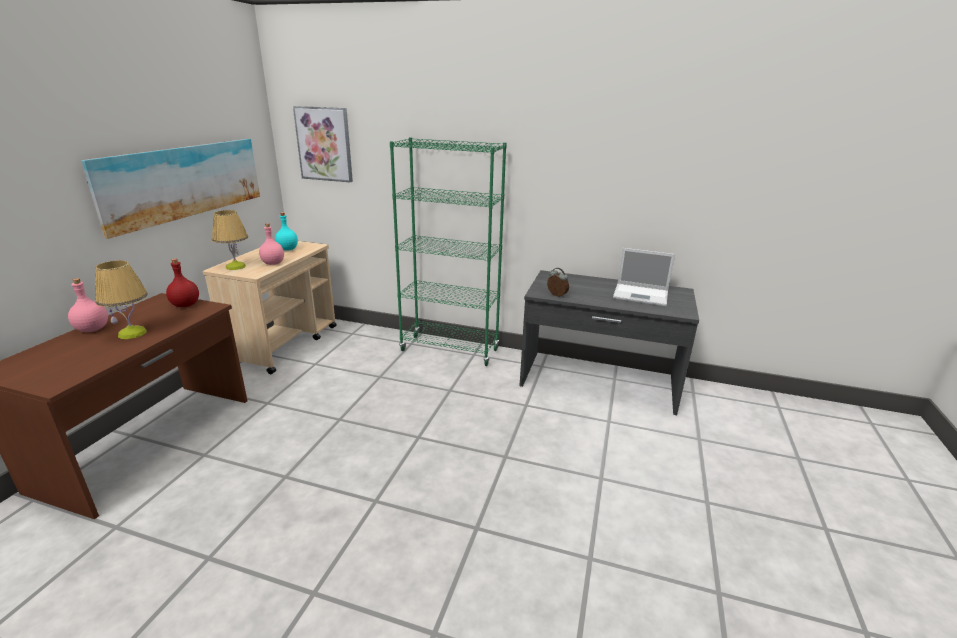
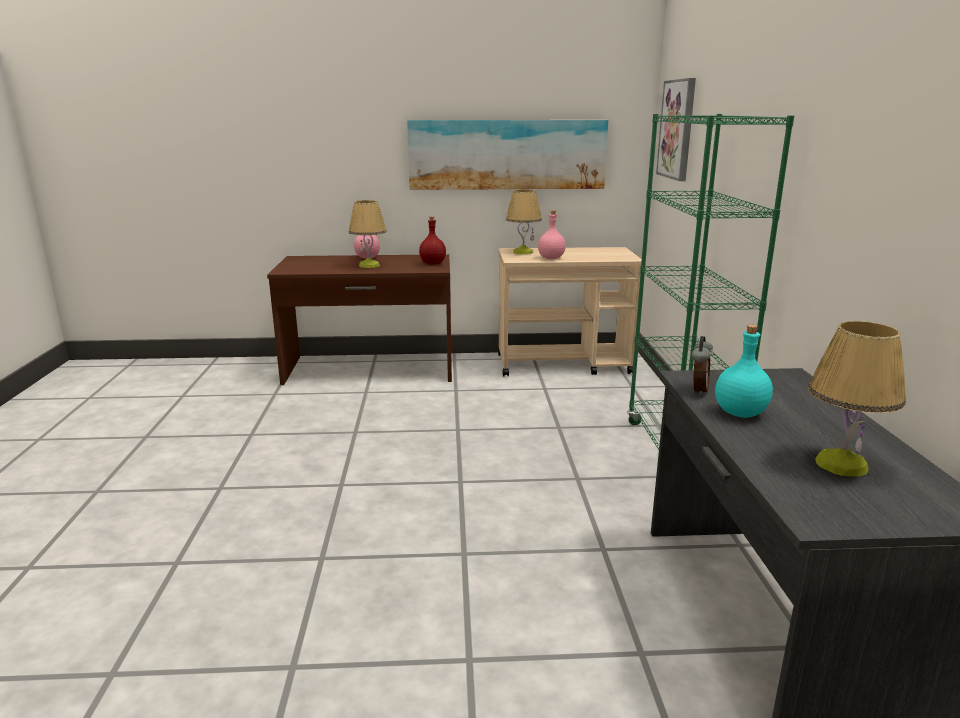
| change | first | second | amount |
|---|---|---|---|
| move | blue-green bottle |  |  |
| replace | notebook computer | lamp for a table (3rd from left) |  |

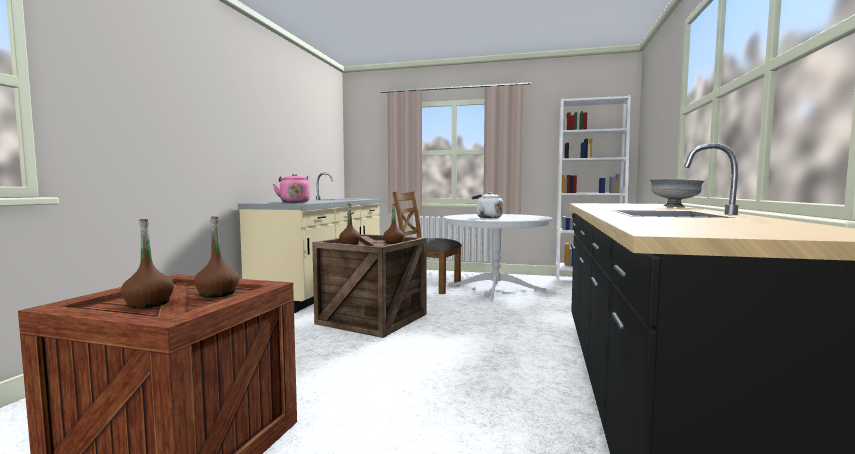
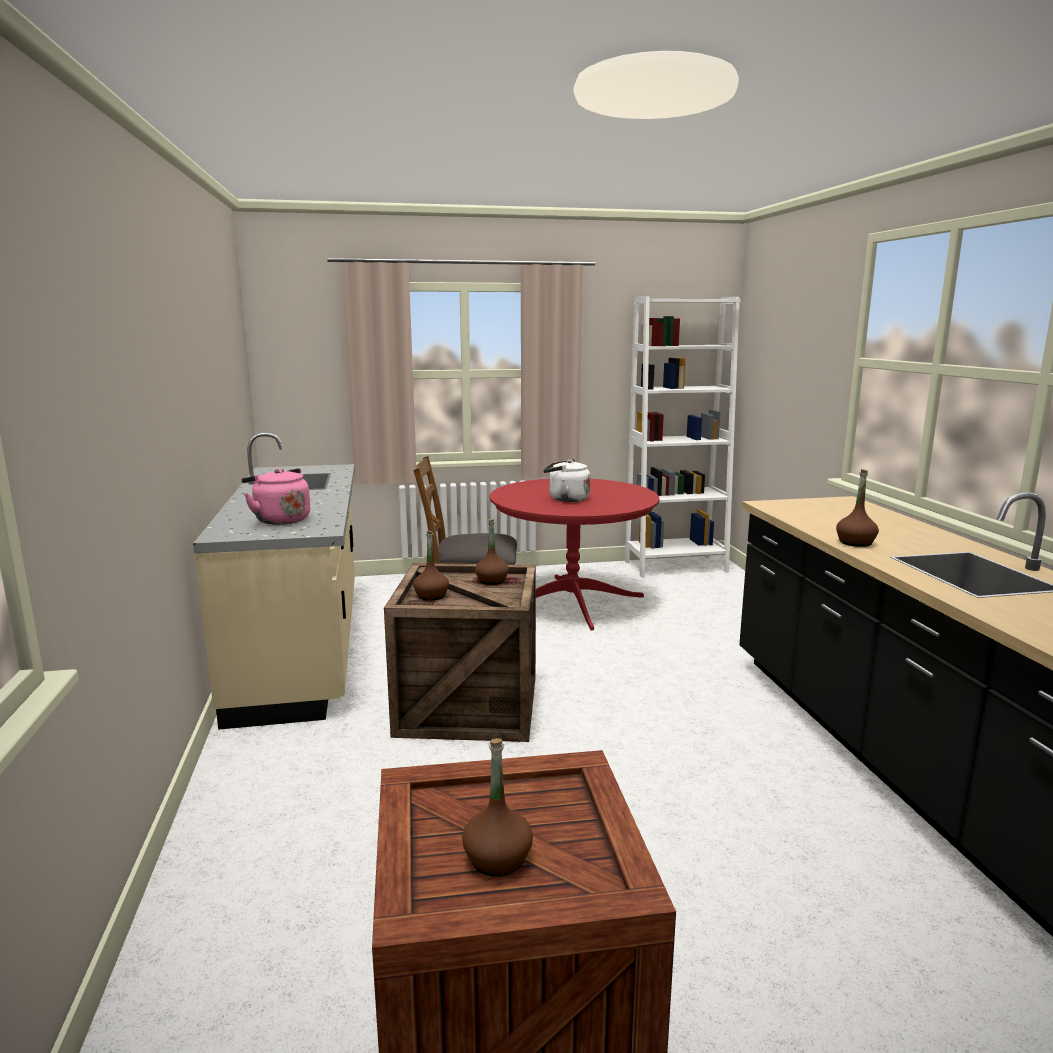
| change | first | second | amount |
|---|---|---|---|
| move | brownish bottle (2nd from left in the first image) | brownish bottle (4th from left) |  |
| recolor | white-coloured dining table | red dining table |  |
| delete | gray deep dish |  |  |

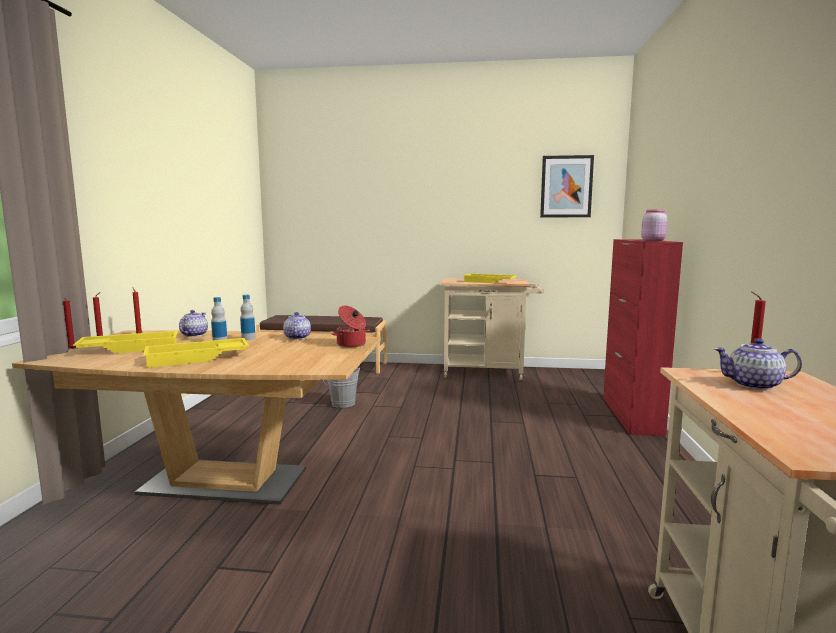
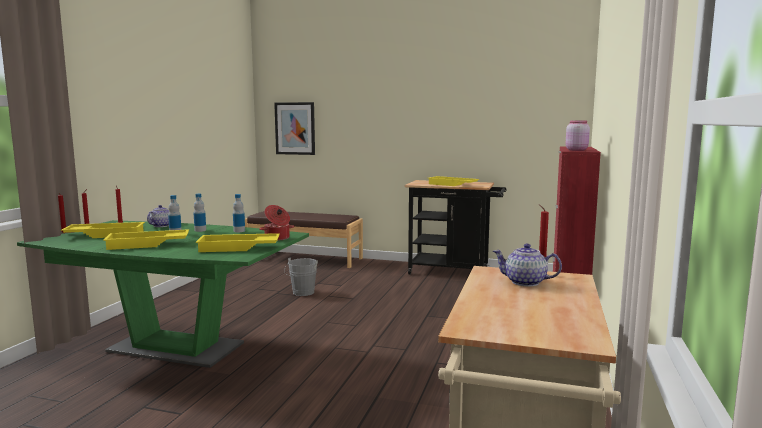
| change | first | second | amount |
|---|---|---|---|
| recolor | brownish dining table | greenish dining table |  |
| replace | tea pot (2nd from left) | bottle (3rd from left) |  |
| recolor | beige-coloured wheeled cart (1st from left) | black-coloured wheeled cart |  |
| move | wall art |  |  |
| insert |  | yellowish carrying tray (3rd from left) |  |

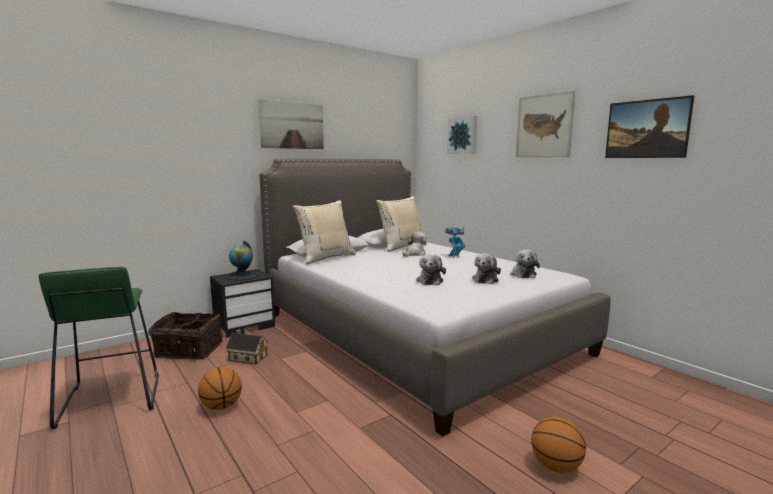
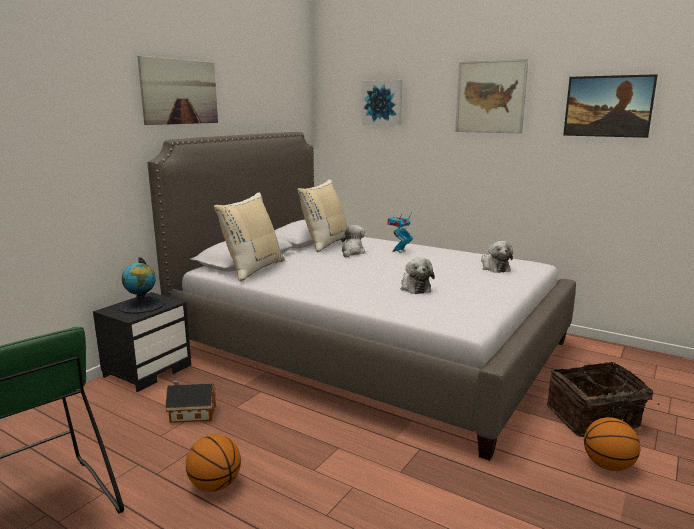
| change | first | second | amount |
|---|---|---|---|
| move | basket |  |  |
| delete | plush toy (3rd from left) |  |  |

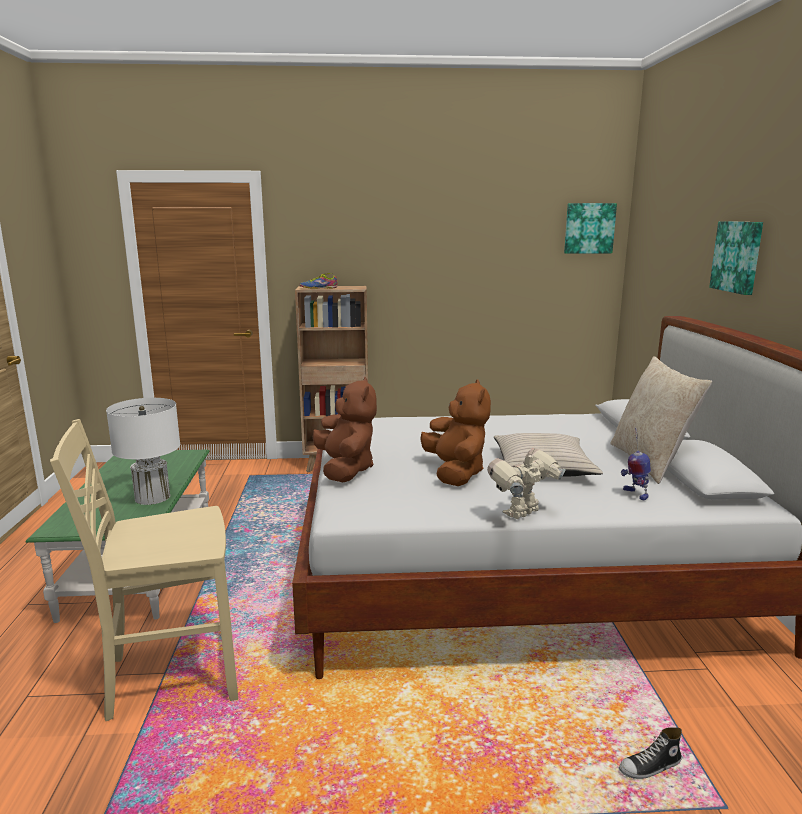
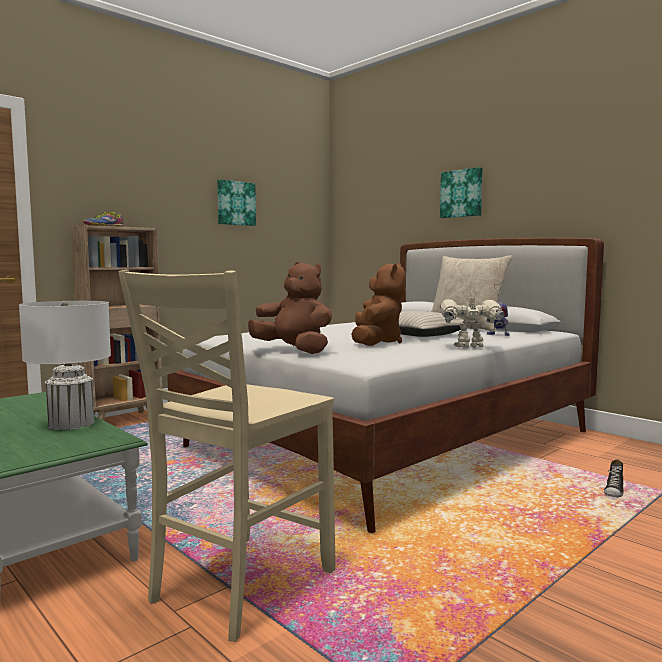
| change | first | second | amount |
|---|---|---|---|
| rotate | brownish plush toy (2nd from left) |  | 60 degrees clockwise |
| rotate | robot figure (1st from left) |  | 75 degrees clockwise |
| move | wall art (1st from left) |  |  |

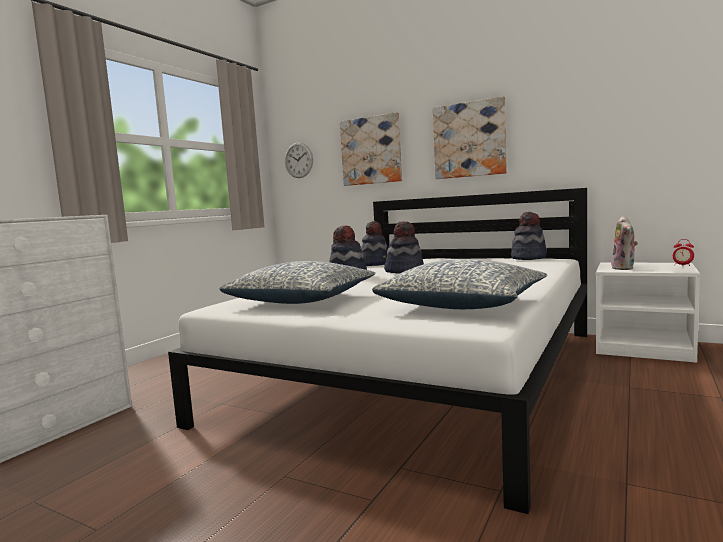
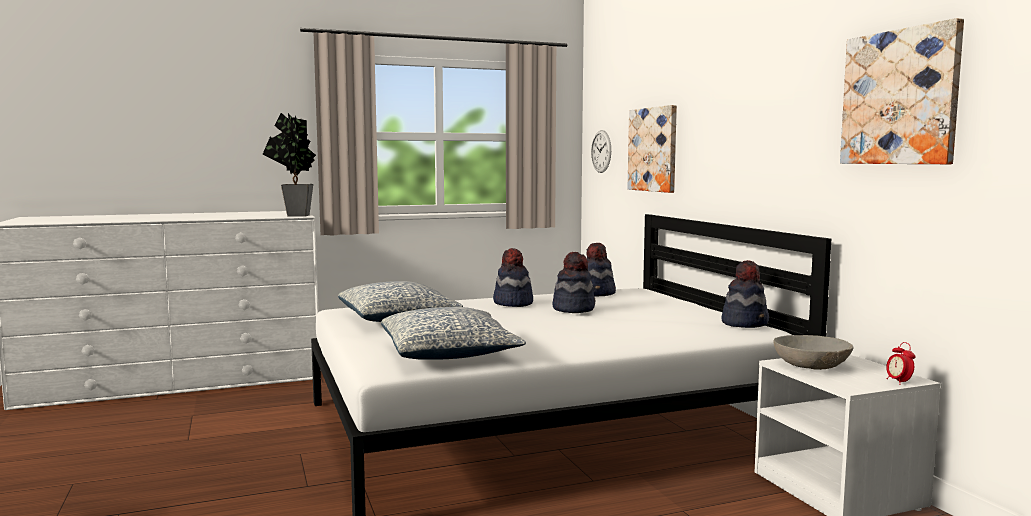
| change | first | second | amount |
|---|---|---|---|
| move | wall art (2nd from left) |  |  |
| replace | plush toy | gray deep dish |  |
| insert |  | potted plant |  |

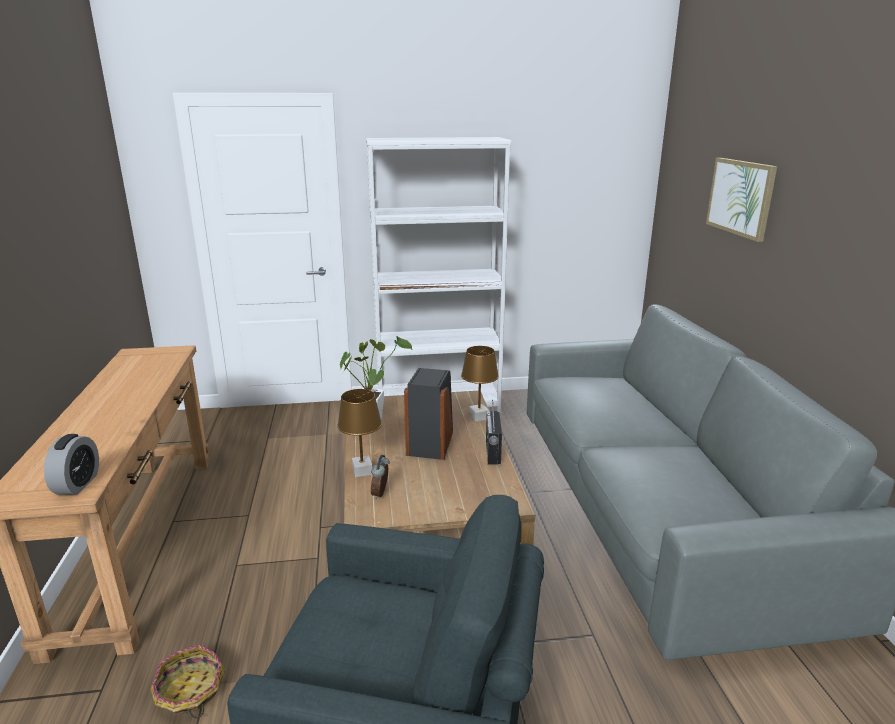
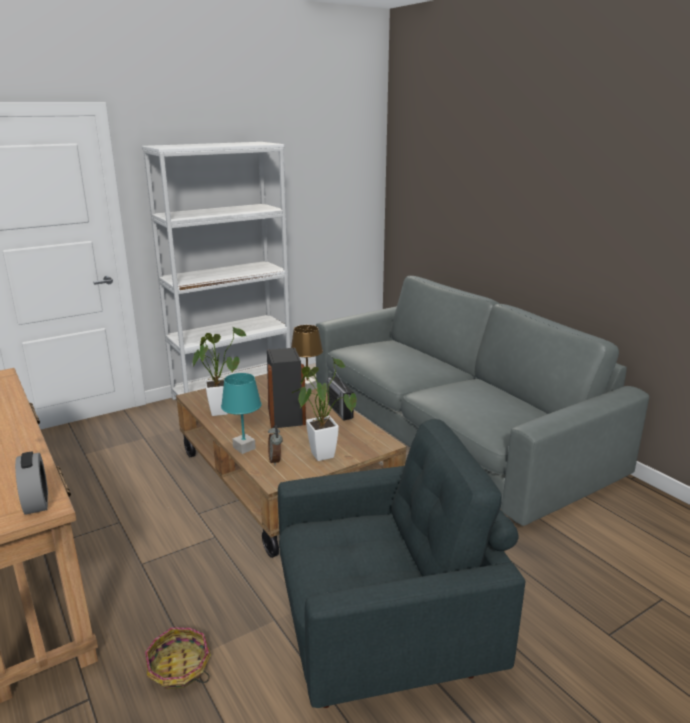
| change | first | second | amount |
|---|---|---|---|
| recolor | brownish lamp for a table (1st from left) | blue-green lamp for a table |  |
| delete | wall art |  |  |
| insert |  | potted plant (2nd from left) |  |

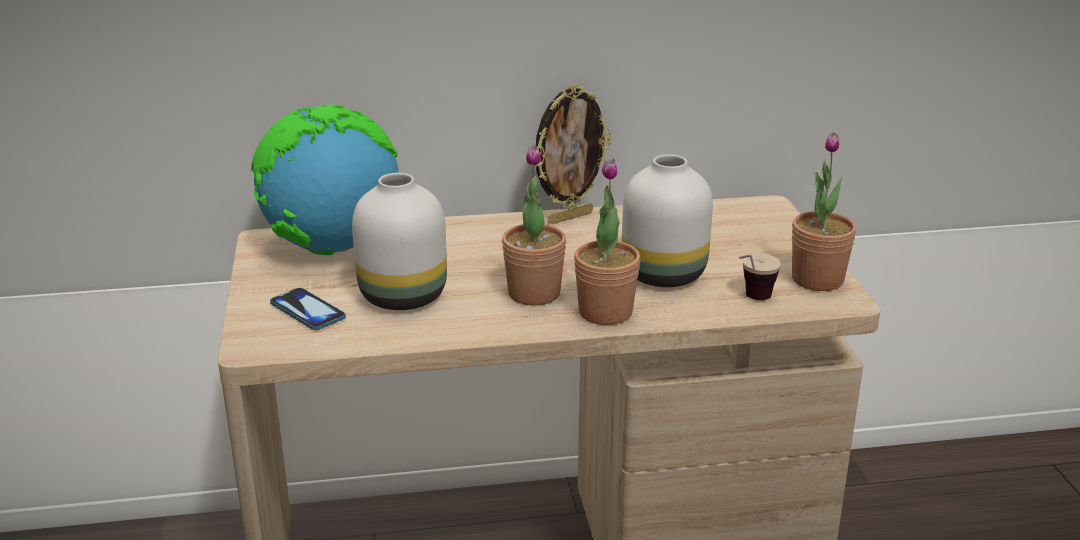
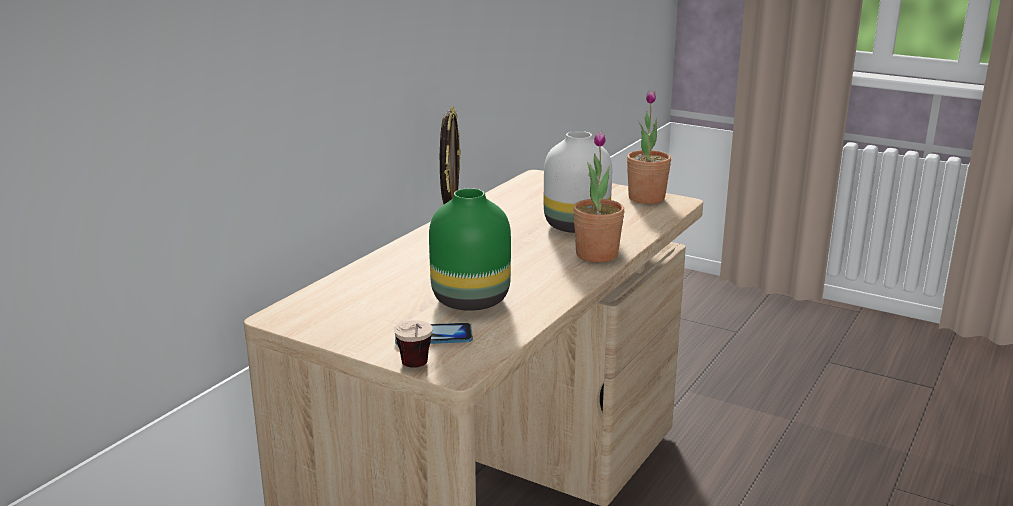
| change | first | second | amount |
|---|---|---|---|
| delete | desk globe |  |  |
| recolor | white-coloured decorative vase (1st from left) | greenish decorative vase |  |
| delete | potted plant (1st from left) |  |  |
| move | drinking cup |  |  |

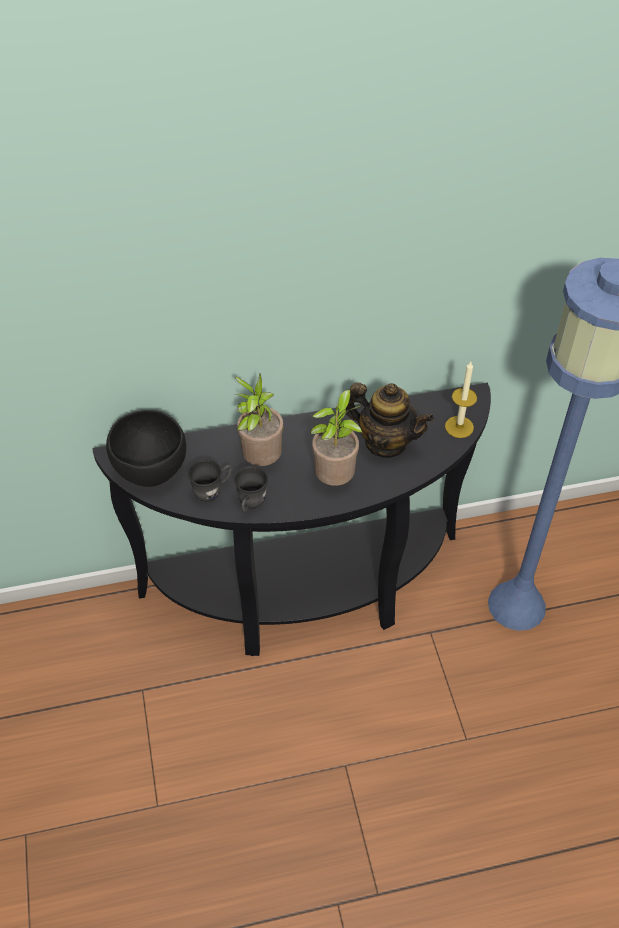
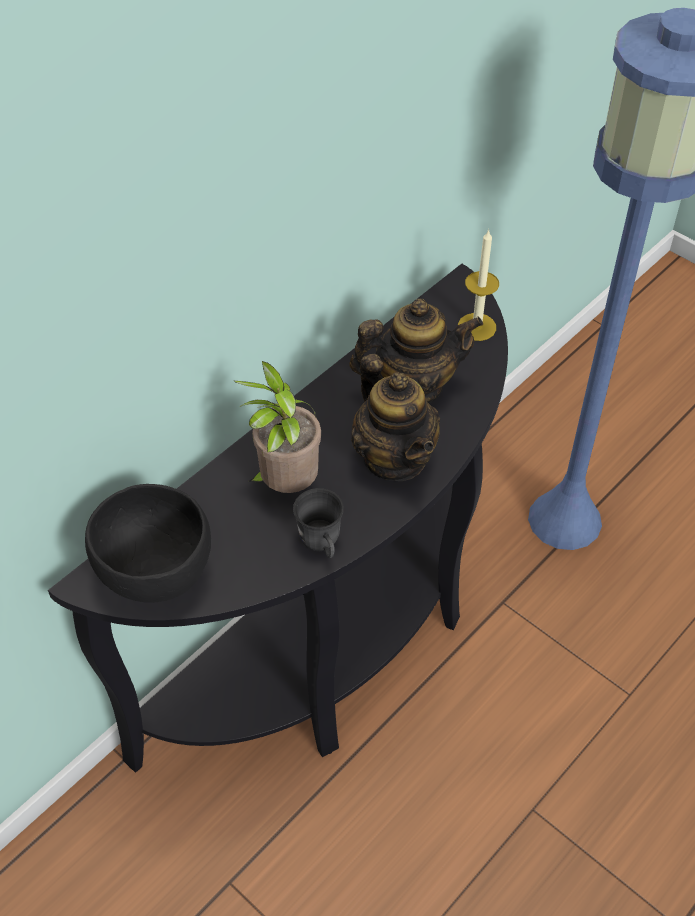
| change | first | second | amount |
|---|---|---|---|
| delete | gray coffee mug (1st from left) |  |  |
| replace | potted plant (2nd from left) | tea pot (1st from left) |  |

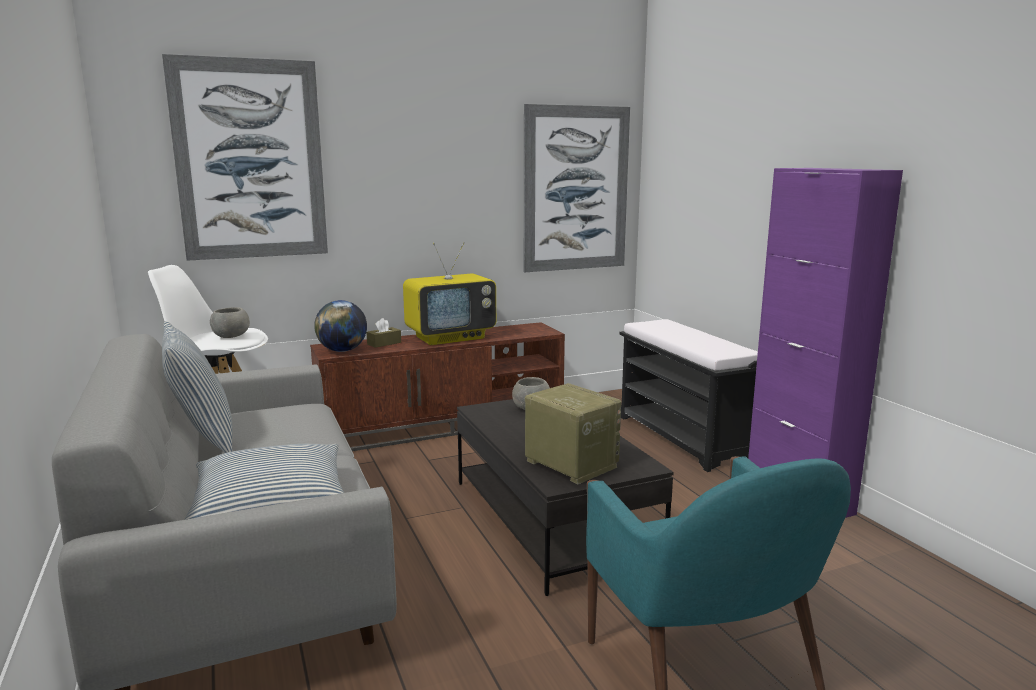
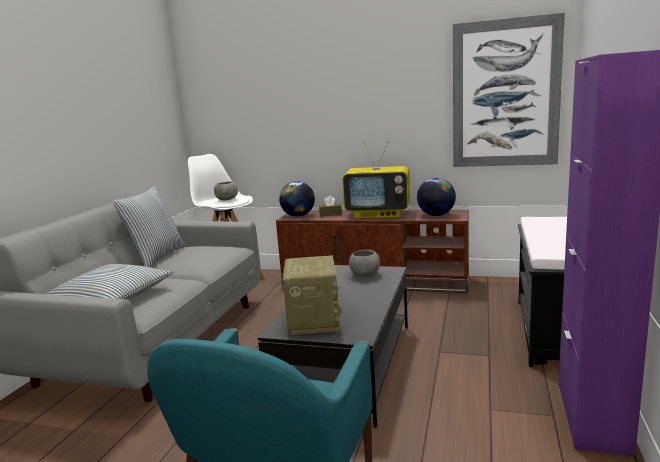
| change | first | second | amount |
|---|---|---|---|
| delete | wall art (1st from left) |  |  |
| insert |  | desk globe (2nd from left) |  |

